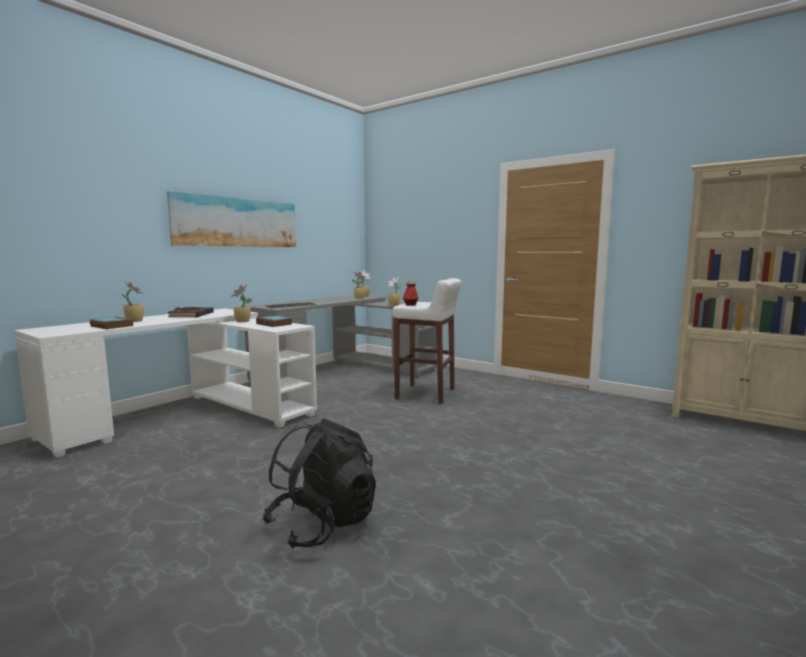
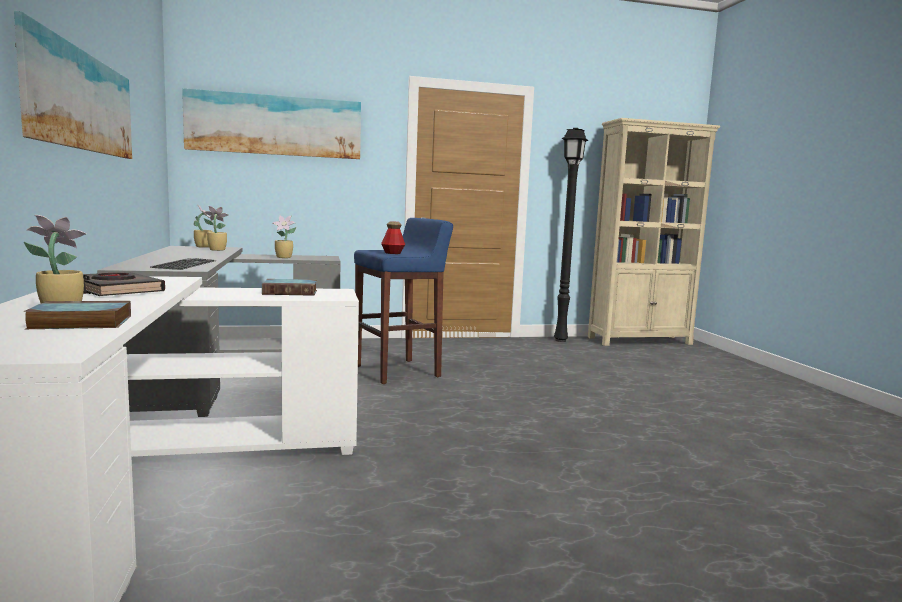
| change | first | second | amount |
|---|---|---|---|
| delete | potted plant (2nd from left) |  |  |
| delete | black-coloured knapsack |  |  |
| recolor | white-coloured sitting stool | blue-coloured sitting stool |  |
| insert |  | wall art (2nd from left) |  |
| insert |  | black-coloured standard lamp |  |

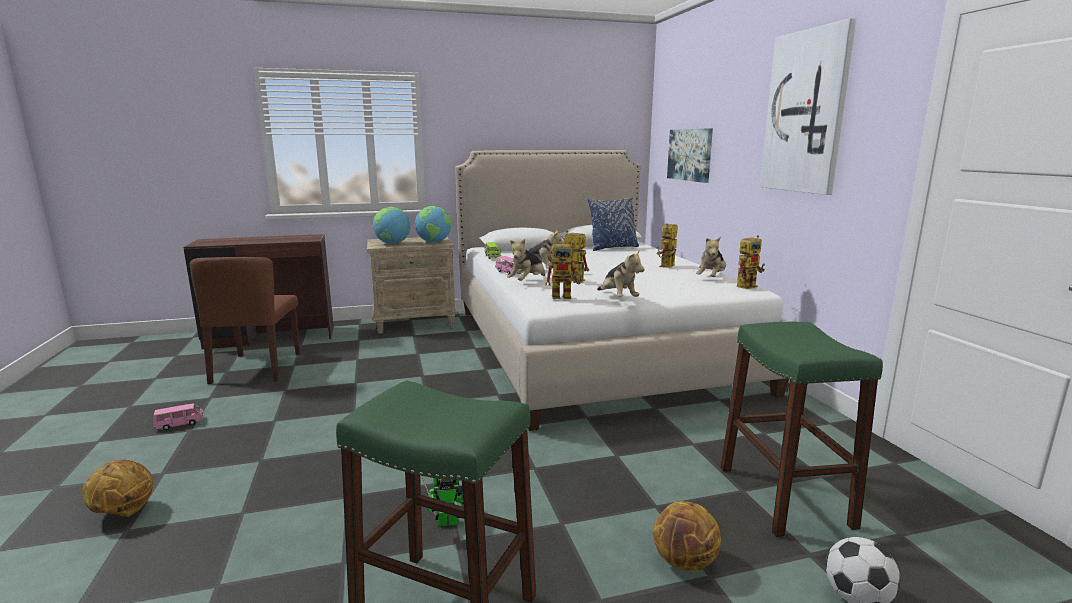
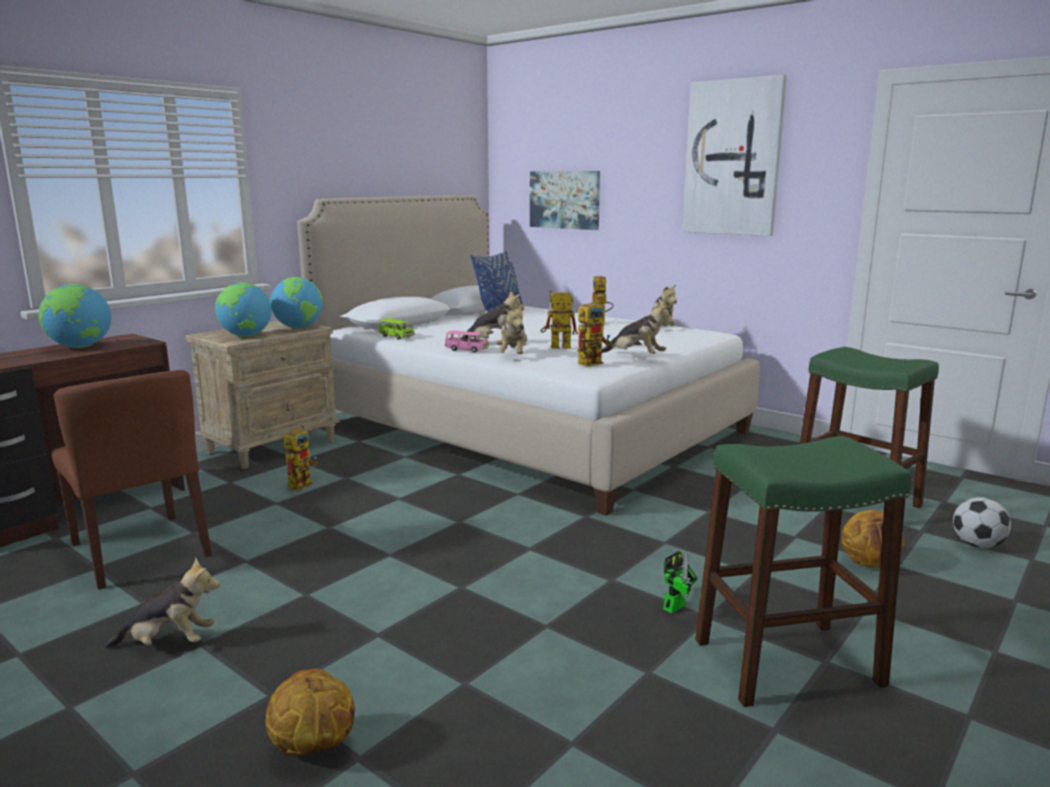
| change | first | second | amount |
|---|---|---|---|
| replace | pinkish model car (1st from left) | plush toy (1st from left) |  |
| move | robot figure (5th from left in the first image) | robot figure (1st from left) |  |
| insert |  | desk globe (1st from left) |  |

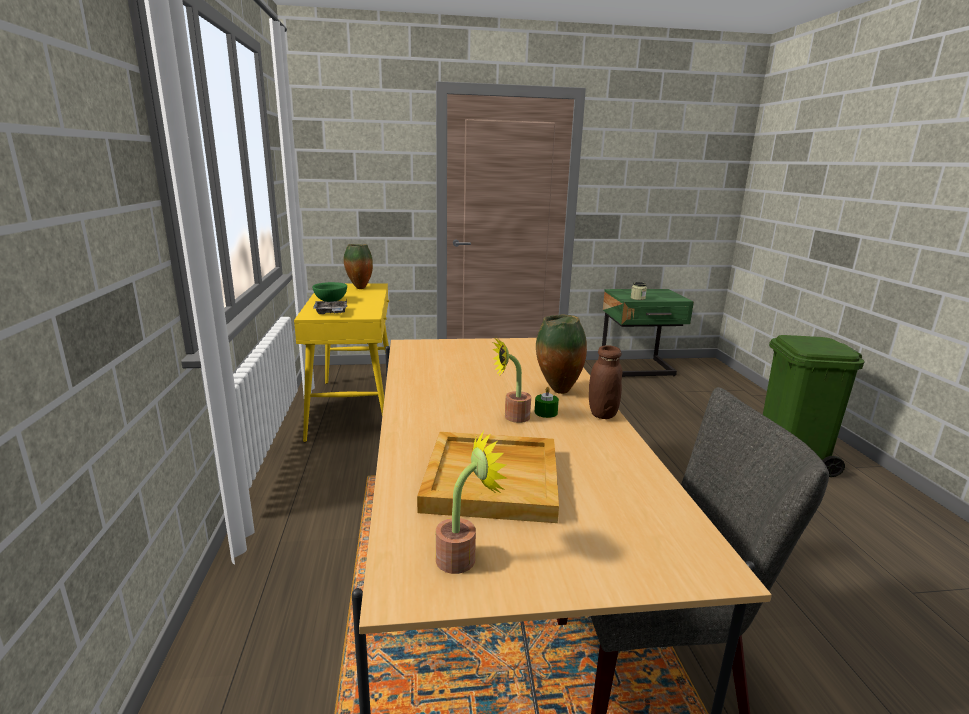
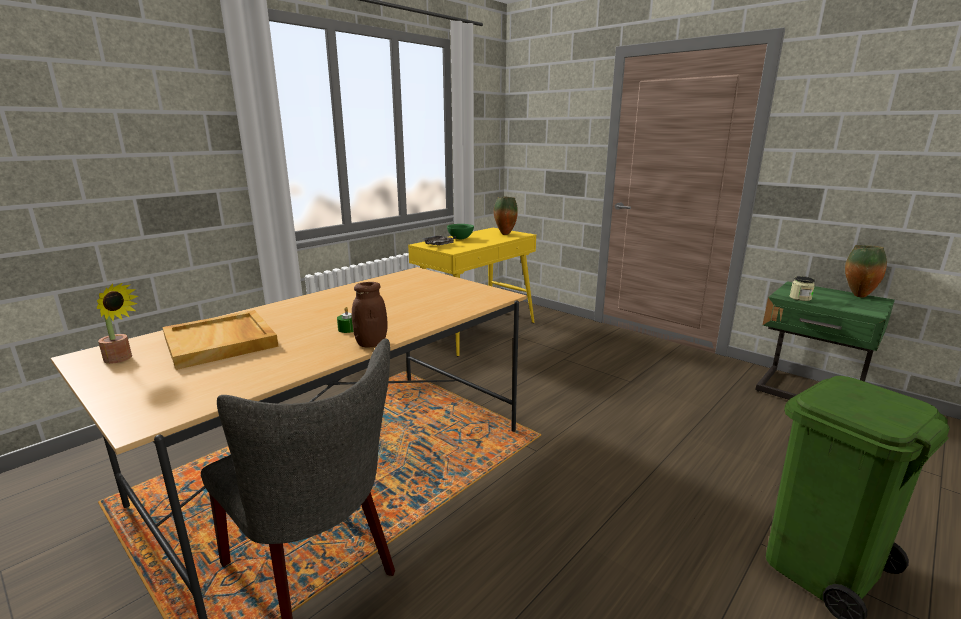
| change | first | second | amount |
|---|---|---|---|
| delete | potted plant (2nd from left) |  |  |
| move | decorative vase (2nd from left) |  |  |

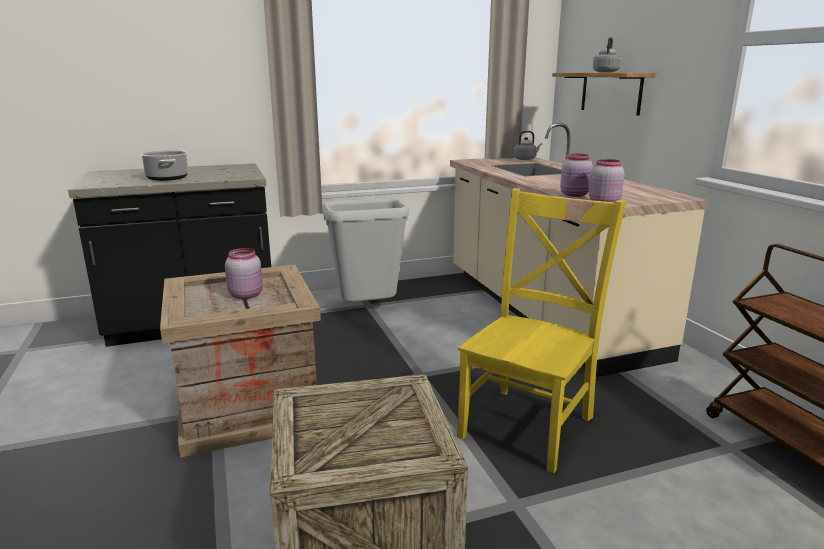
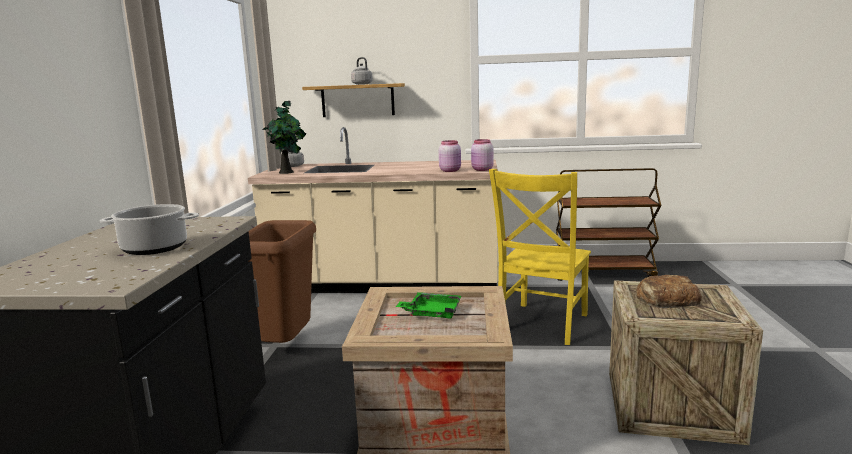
| change | first | second | amount |
|---|---|---|---|
| replace | pinkish storage jar (1st from left) | greenish carrying tray |  |
| recolor | gray trash can | brownish trash can |  |
| rotate | yellowish chair |  | 120 degrees counterclockwise |
| insert |  | potted plant |  |
| insert |  | bread |  |

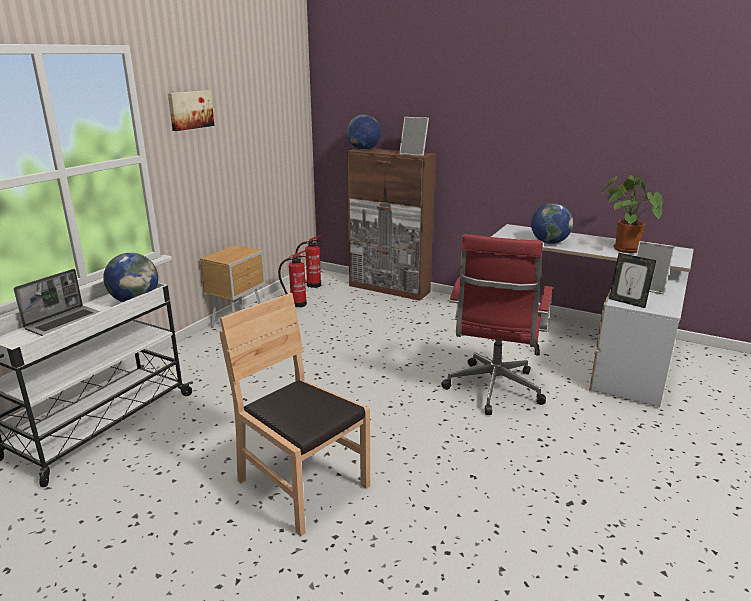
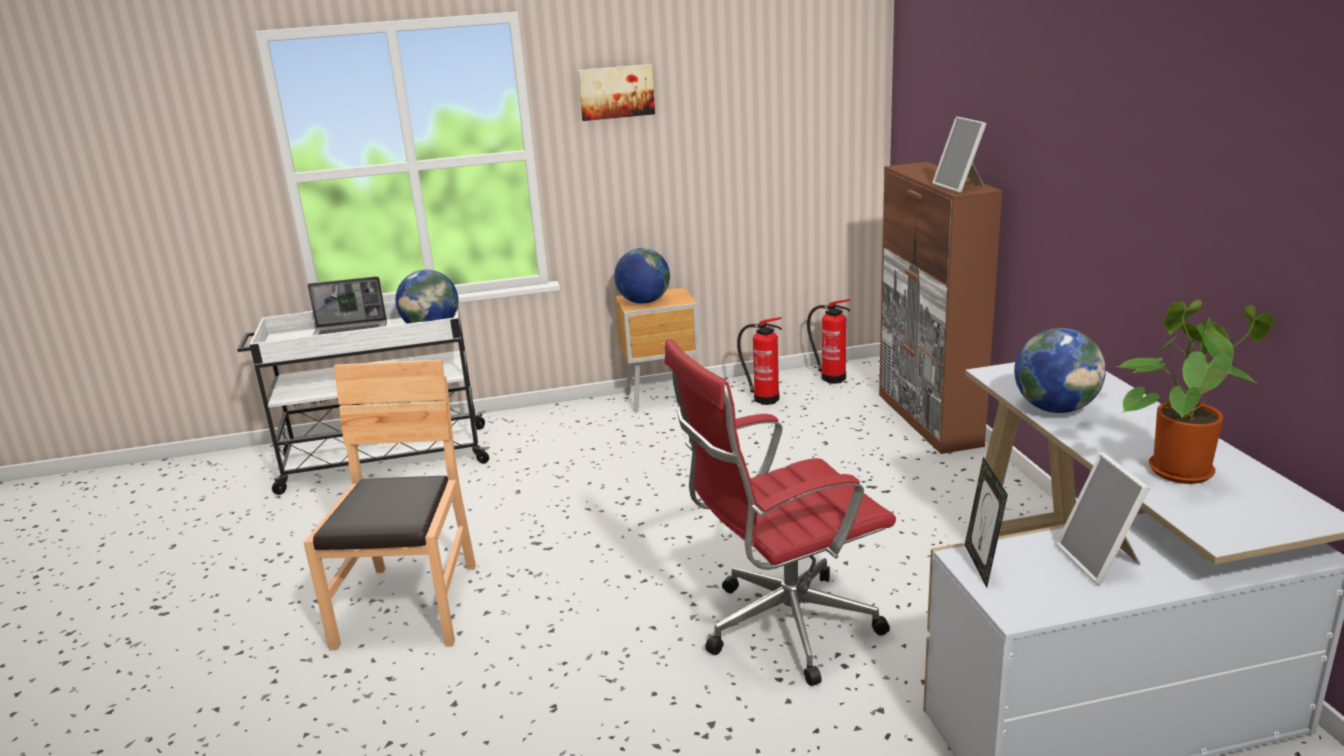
| change | first | second | amount |
|---|---|---|---|
| move | desk globe (2nd from left) |  |  |

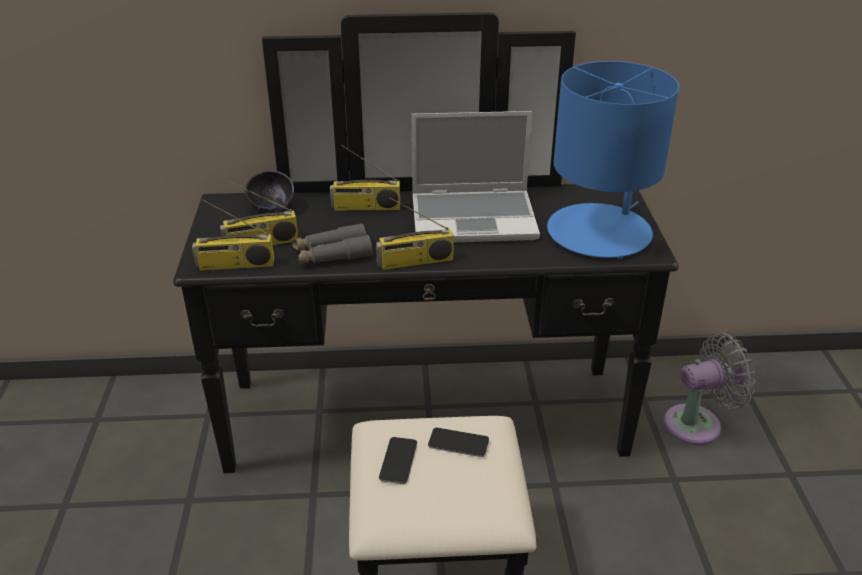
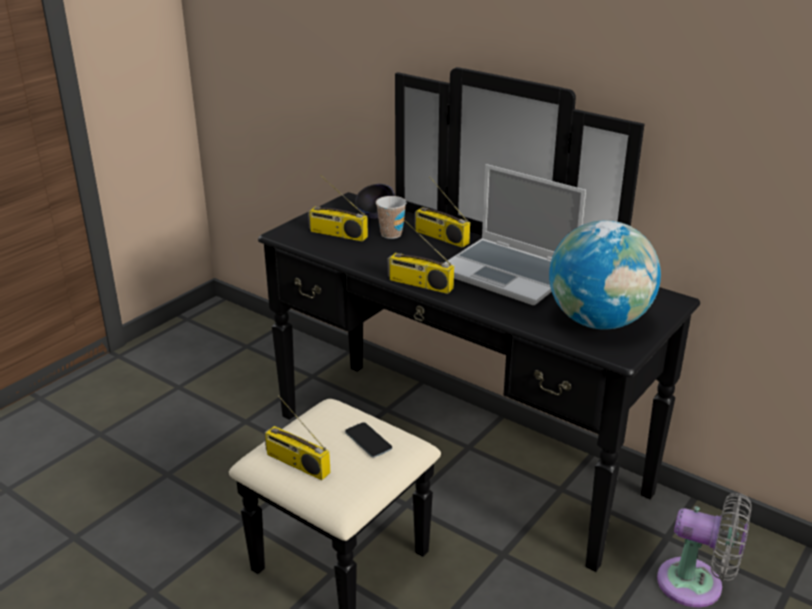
| change | first | second | amount |
|---|---|---|---|
| move | radio (1st from left) |  |  |
| delete | gray pair of binoculars |  |  |
| delete | phone (1st from left) |  |  |
| replace | blue-coloured lamp for a table | desk globe |  |
| insert |  | drinking cup |  |

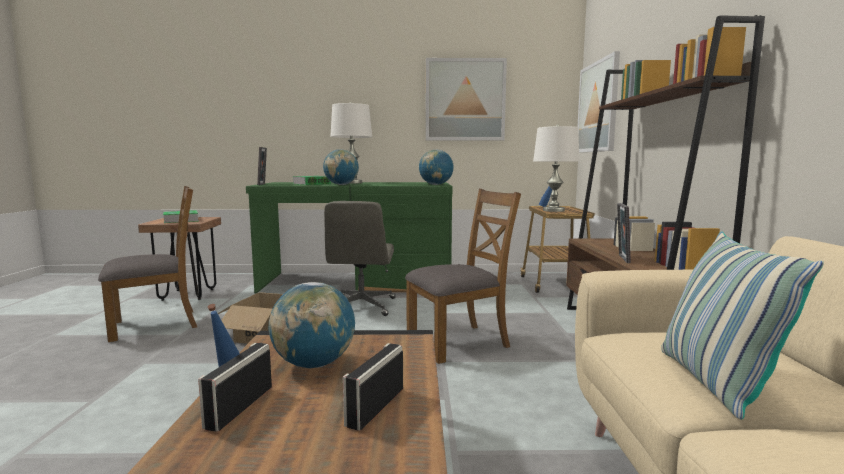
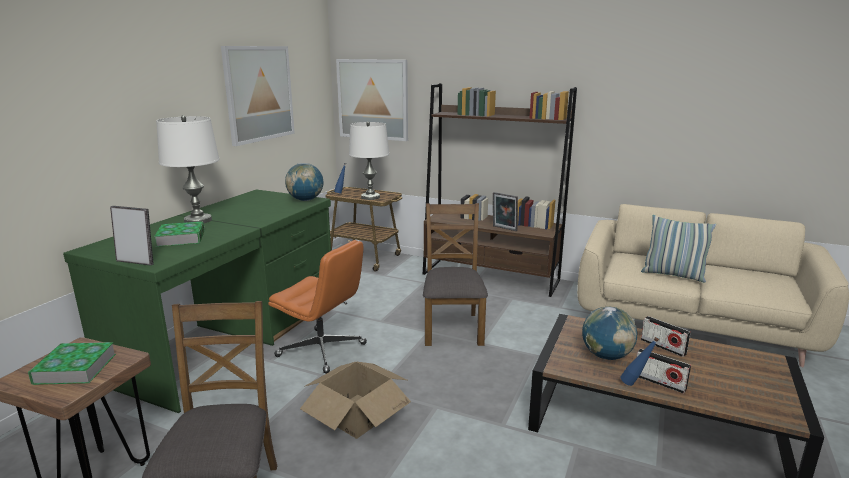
| change | first | second | amount |
|---|---|---|---|
| delete | desk globe (2nd from left) |  |  |
| recolor | gray desk chair | orangey desk chair |  |

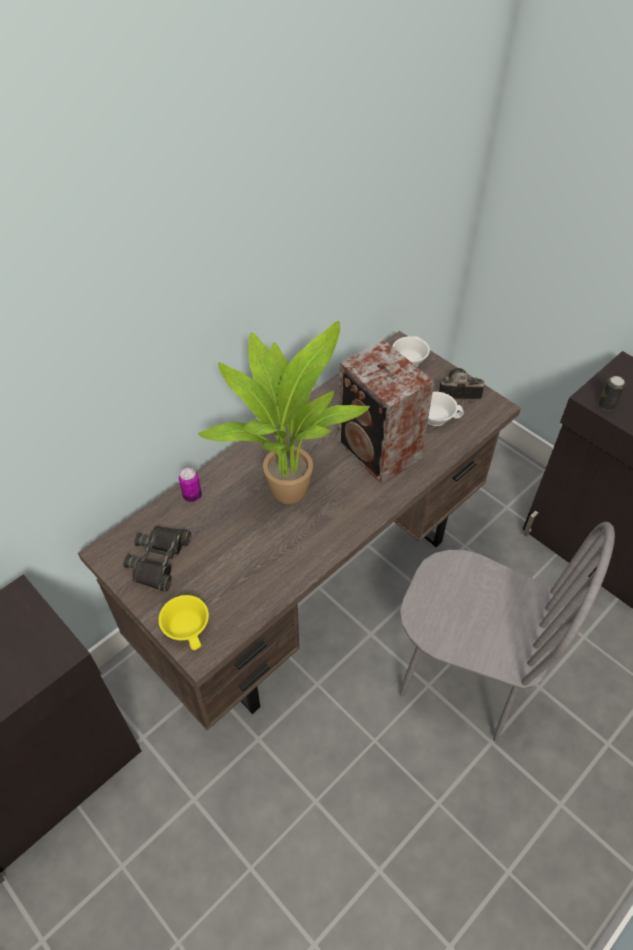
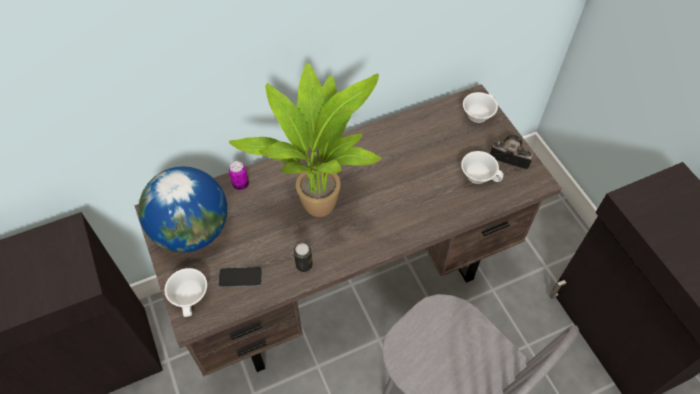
| change | first | second | amount |
|---|---|---|---|
| replace | black-coloured pair of binoculars | desk globe |  |
| recolor | yellowish drinking cup | white-coloured drinking cup (1st from left) |  |
| delete | audio speaker |  |  |
| move | sealed can (2nd from left) |  |  |
| insert |  | phone |  |

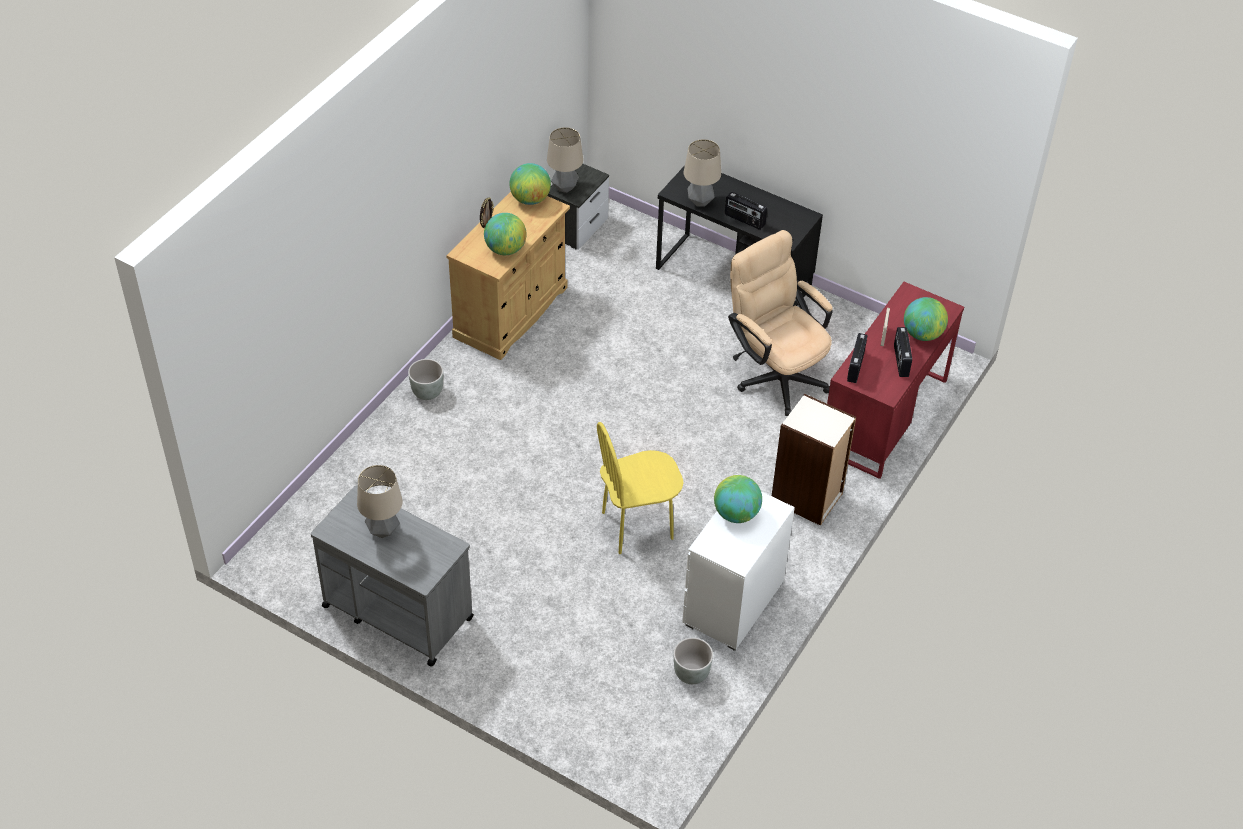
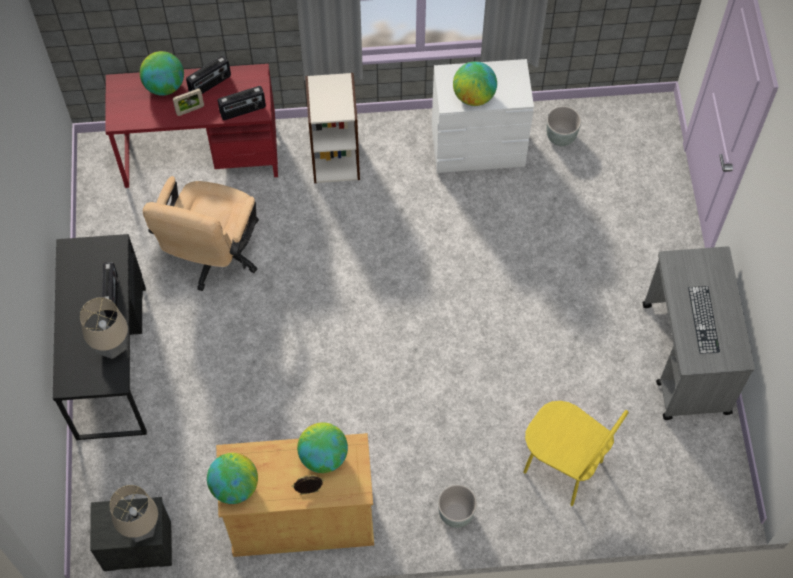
| change | first | second | amount |
|---|---|---|---|
| replace | lamp for a table (1st from left) | computer keyboard |  |
| move | yellowish chair |  |  |

